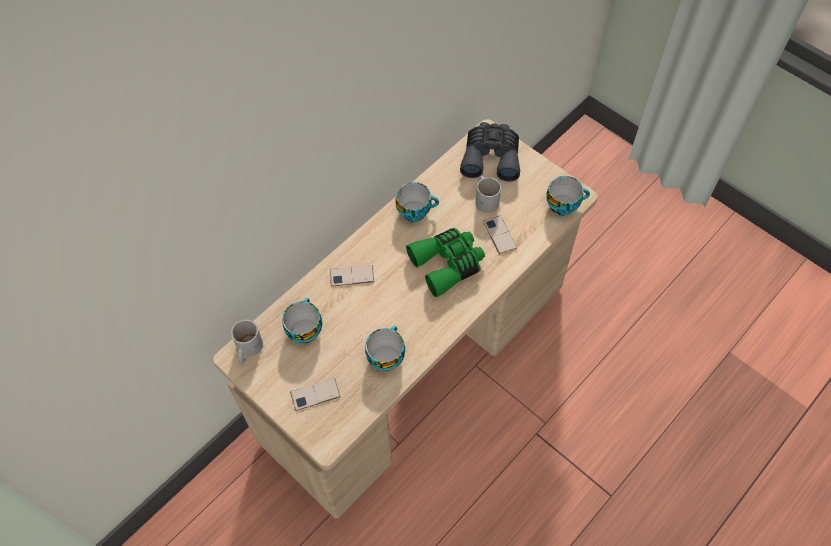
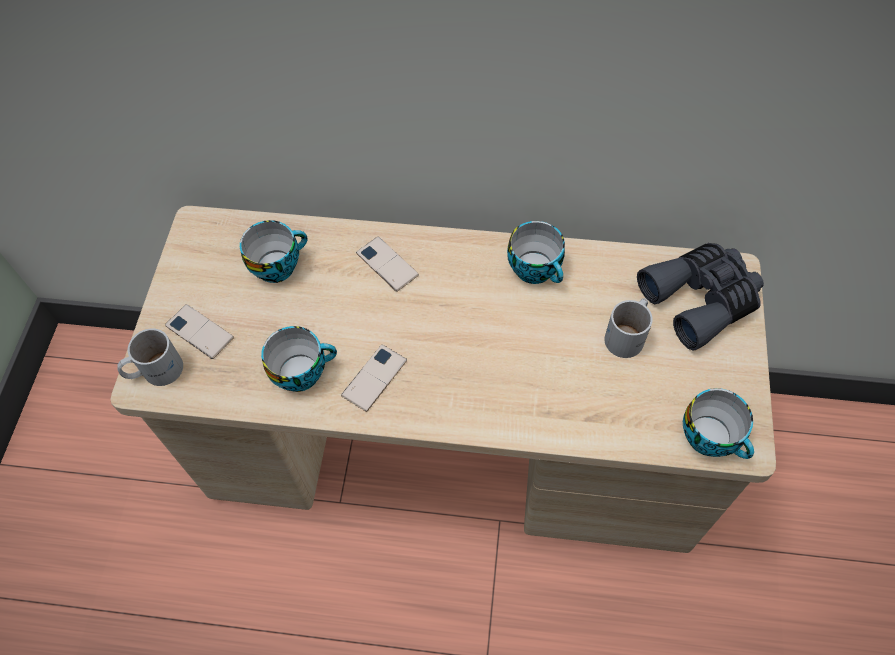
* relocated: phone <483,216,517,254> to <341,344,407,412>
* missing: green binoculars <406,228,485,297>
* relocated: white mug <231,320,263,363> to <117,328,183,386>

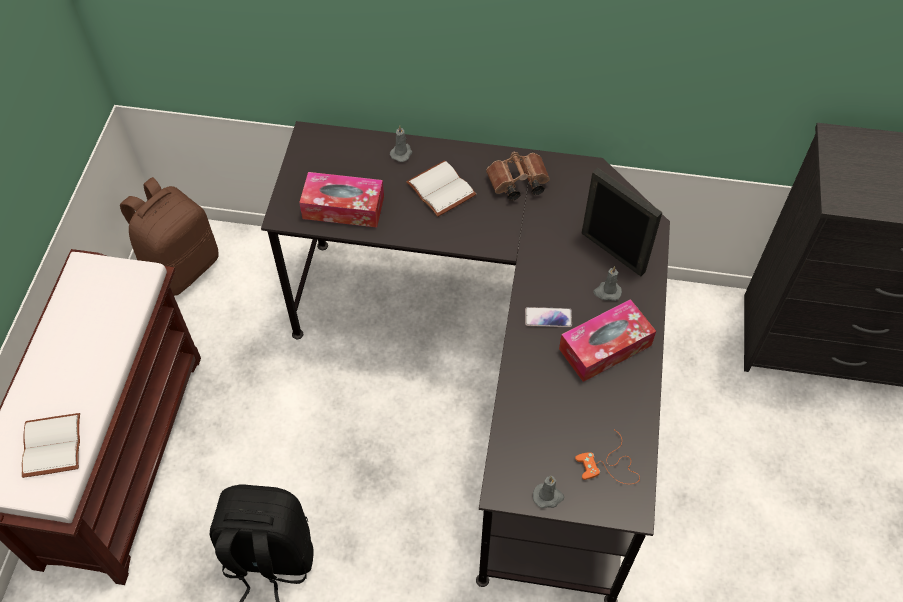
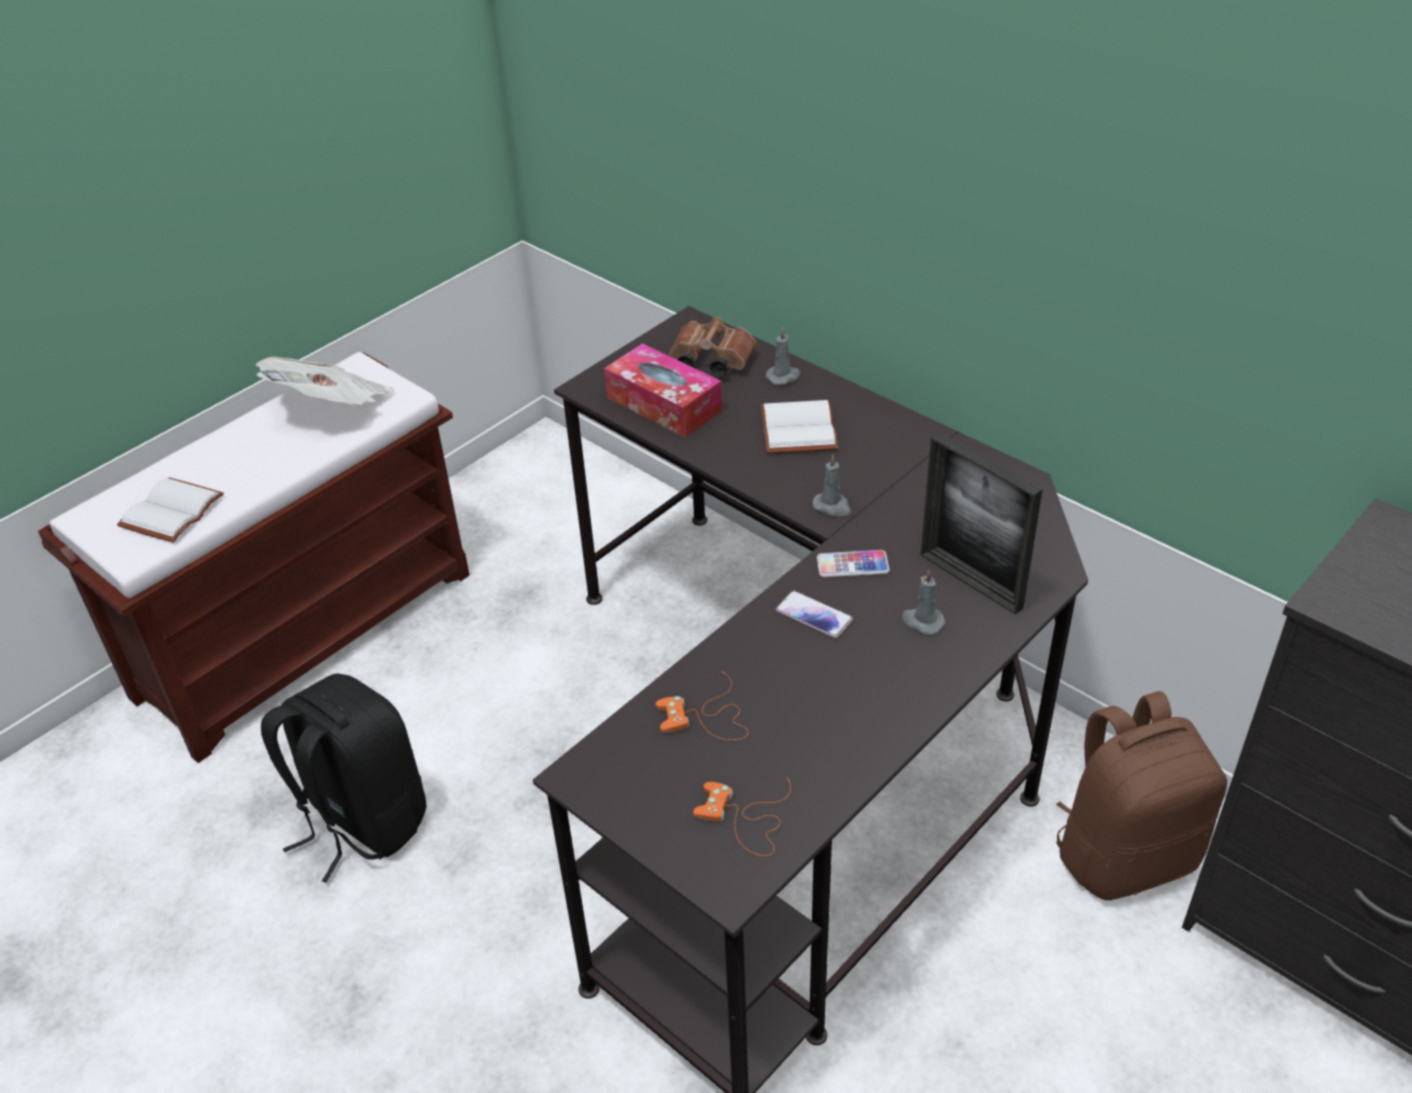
* relocated: brown binoculars <486,152,550,201> to <669,317,756,377>
* spun: picture frame <581,168,663,276> = <921,432,1043,615> 150 degrees clockwise
* relocated: brown backpack <120,177,219,296> to <1056,691,1227,900>
* missing: tissue box <559,299,656,382>
* relocated: grey candle <533,476,564,508> to <813,455,851,516>
* appeared: newspaper <256,357,394,406>
* appeared: phone <817,550,890,578>
* appeared: orange game controller <656,671,748,740>

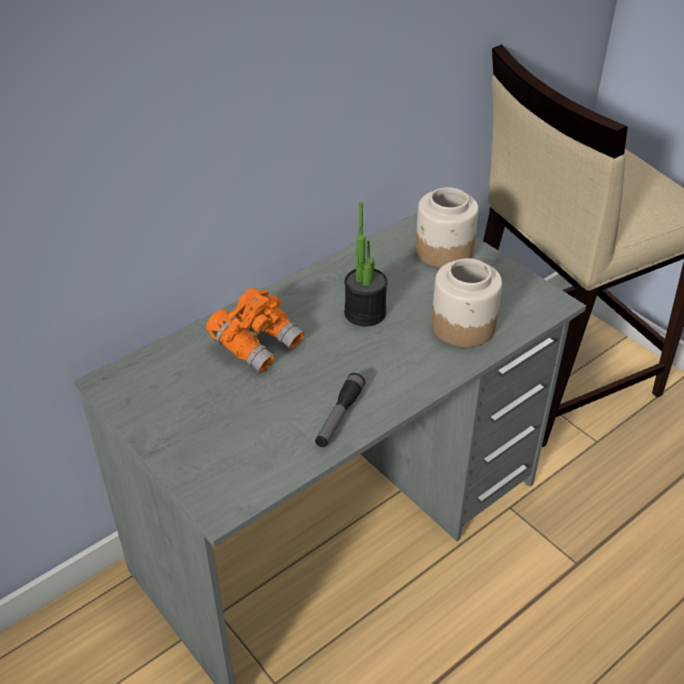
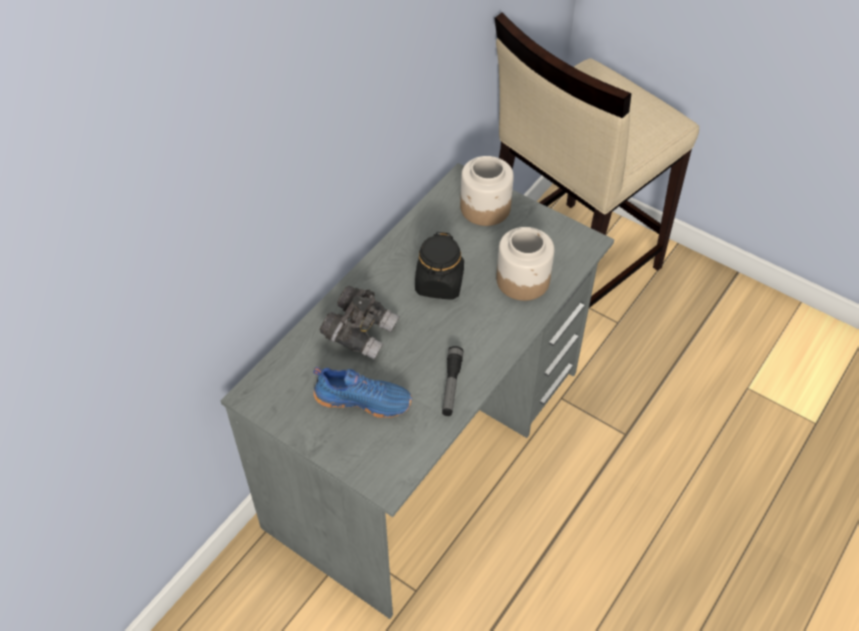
* exchanged: potted plant <344,202,388,326> to black jar <415,232,464,300>
* colour: orange binoculars <206,287,304,373> to grey binoculars <320,286,400,360>
* appeared: blue shoe <313,367,412,418>

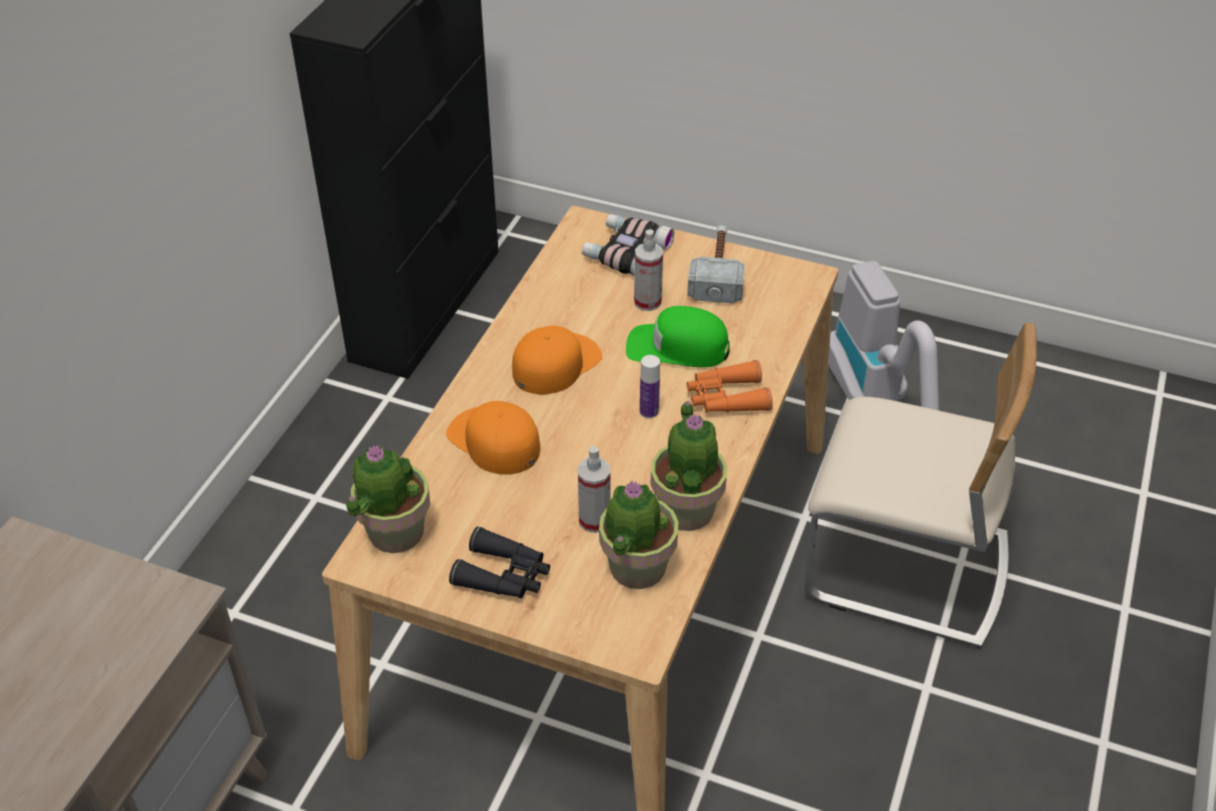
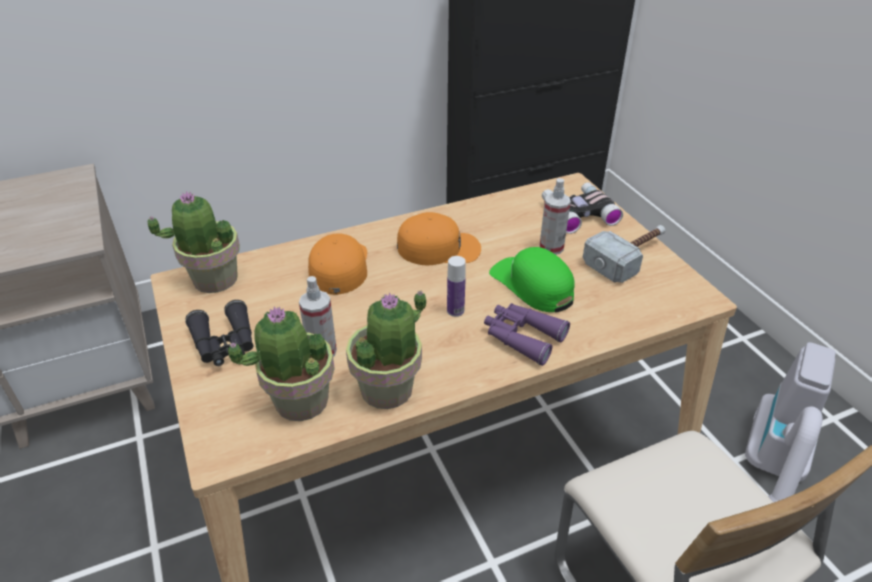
* colour: orange binoculars <687,360,773,412> to purple binoculars <484,303,570,366>

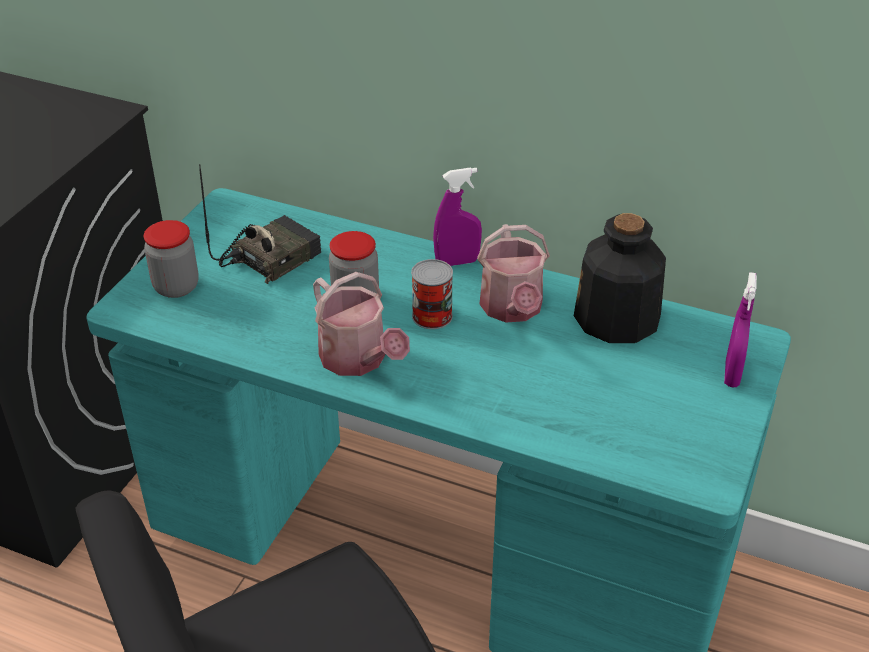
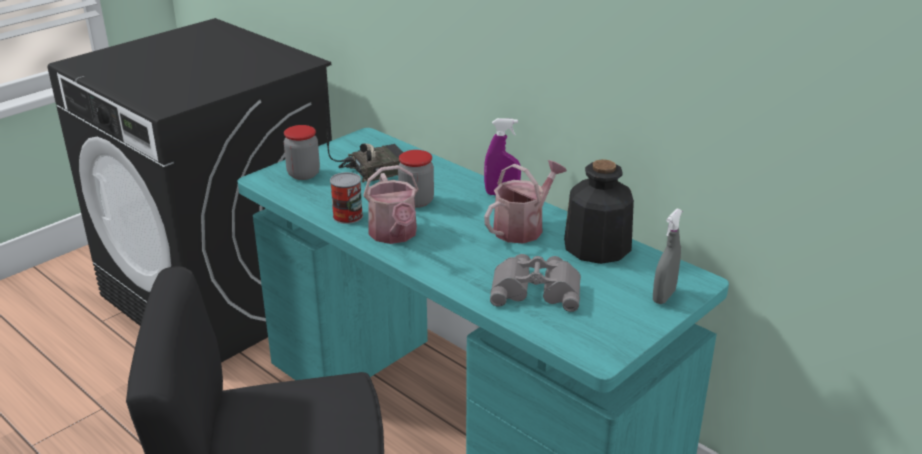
* spun: watering can <477,224,550,323> = <484,160,567,243> 150 degrees counterclockwise
* relocated: can <411,259,453,329> to <330,172,363,224>
* colour: purple spray bottle <724,272,757,387> to grey spray bottle <653,208,682,304>
* appeared: grey binoculars <490,254,581,312>

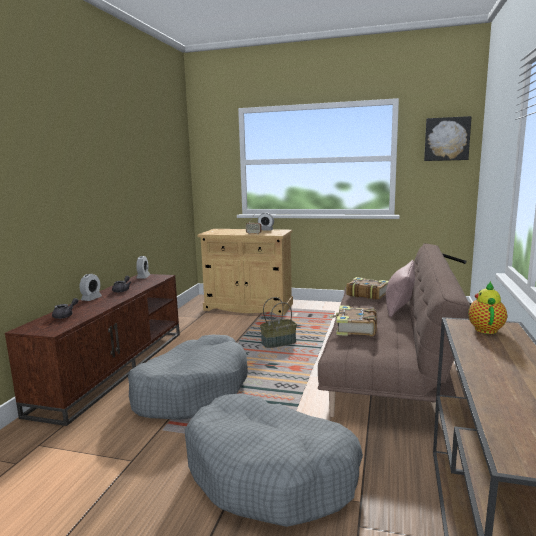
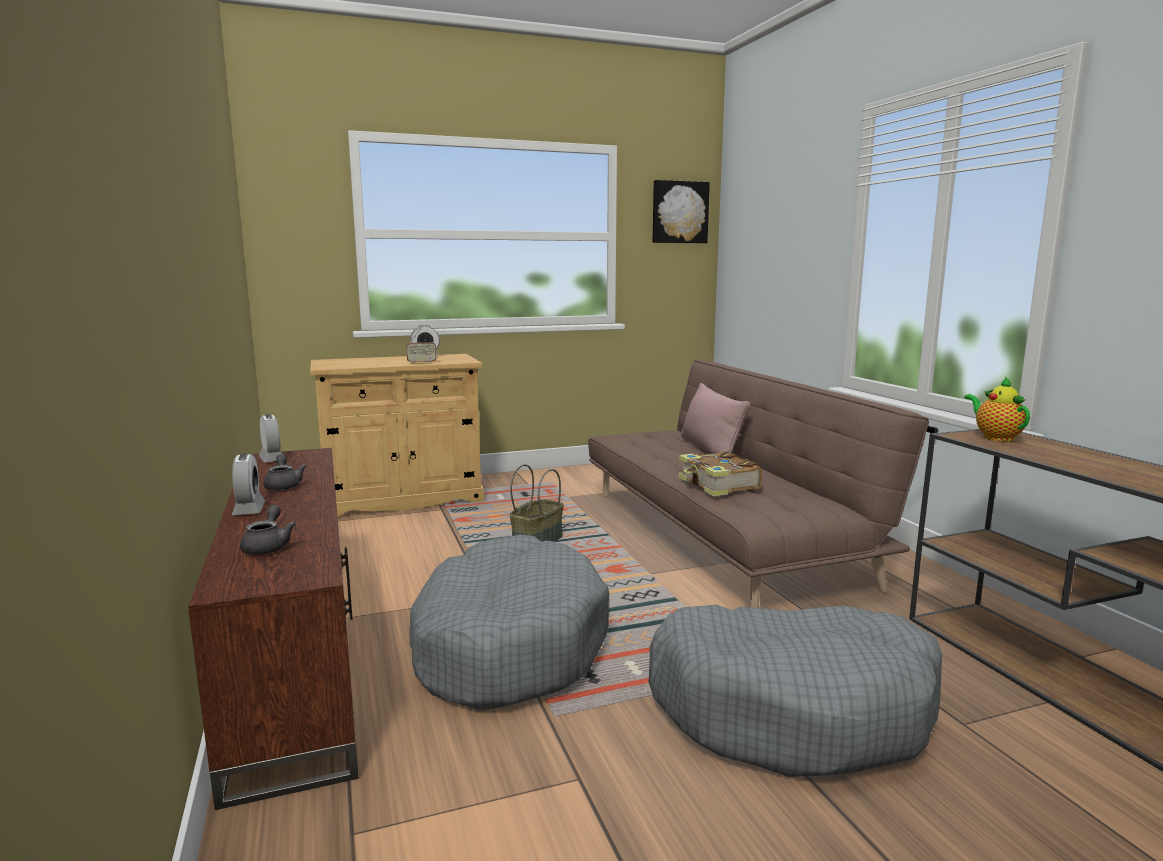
* missing: book <346,277,389,300>

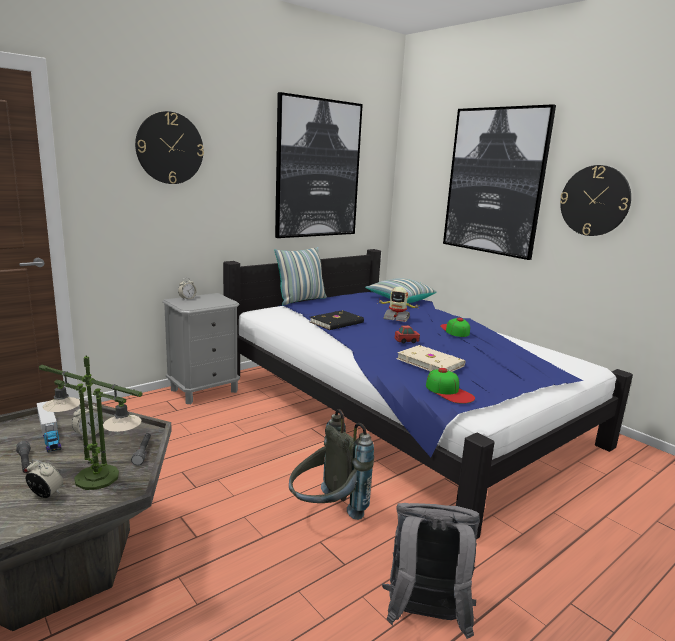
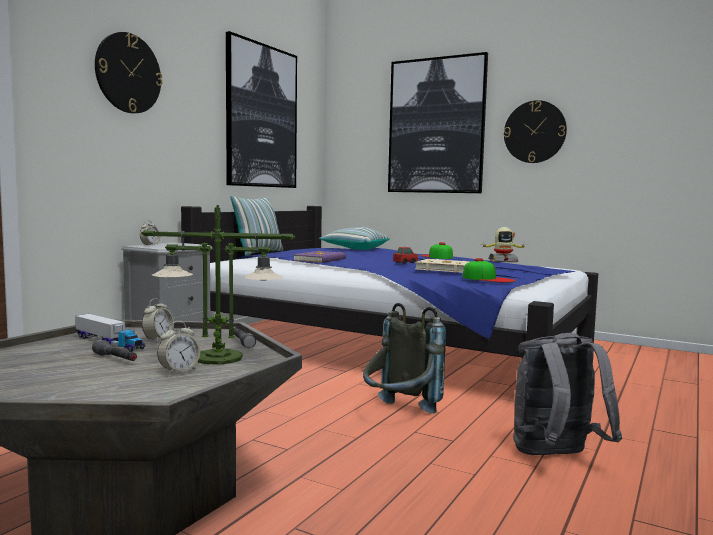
* relocated: toy robot <377,287,420,322> to <483,227,527,262>
* colour: black book <310,310,364,330> to purple book <293,251,346,263>
* spun: alarm clock <26,460,63,498> = <157,321,200,375> 135 degrees clockwise

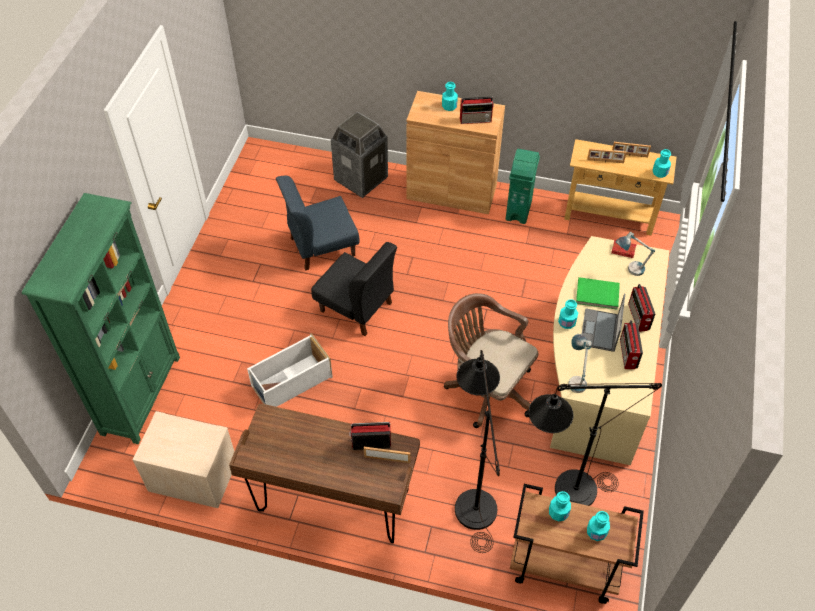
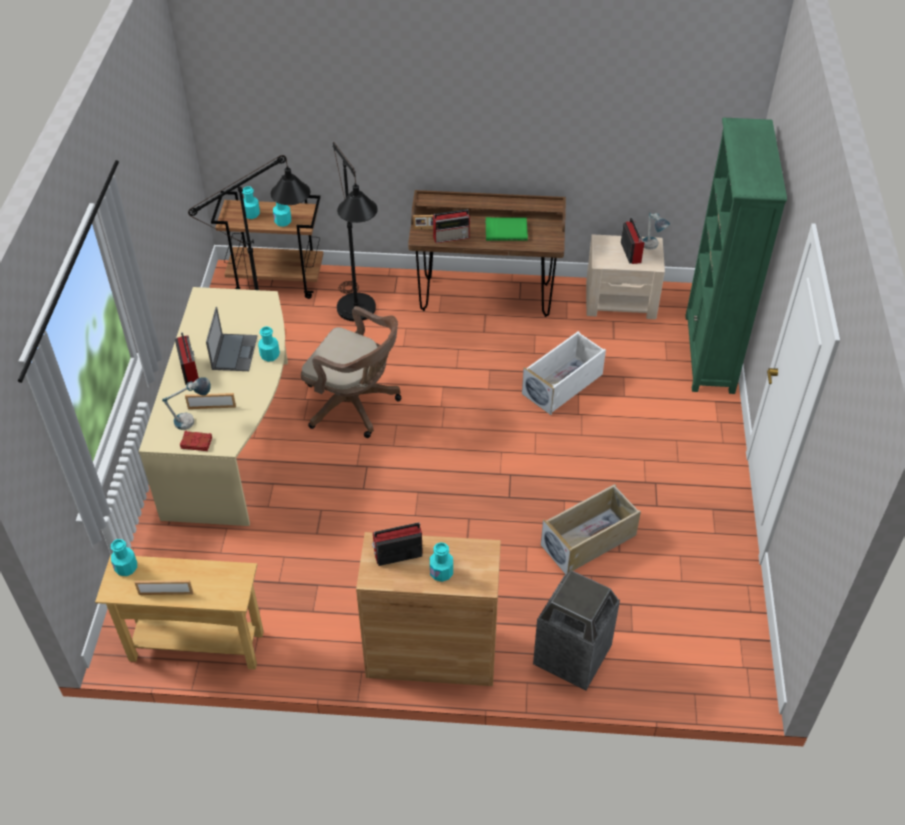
* relocated: picture frame <587,148,627,163> to <185,393,236,409>
* missing: green trash can <506,149,540,224>
* exchanged: blue chair <276,176,360,270> to beige storage box <541,484,641,575>
* missing: black chair <311,242,397,336>
* relocated: green book <576,277,620,310> to <486,217,528,241>
* relocated: radio <620,320,643,369> to <621,217,644,264>
* relocated: table lamp <568,334,592,393> to <643,213,670,250>

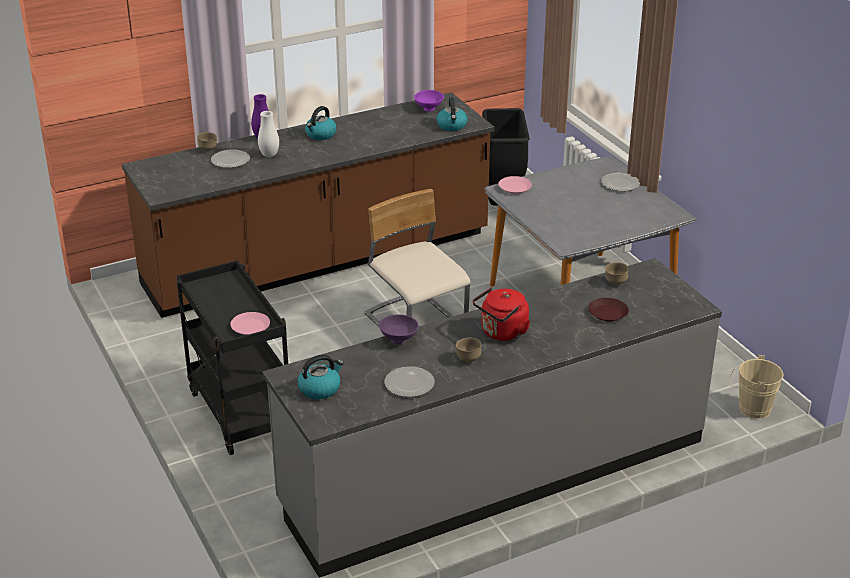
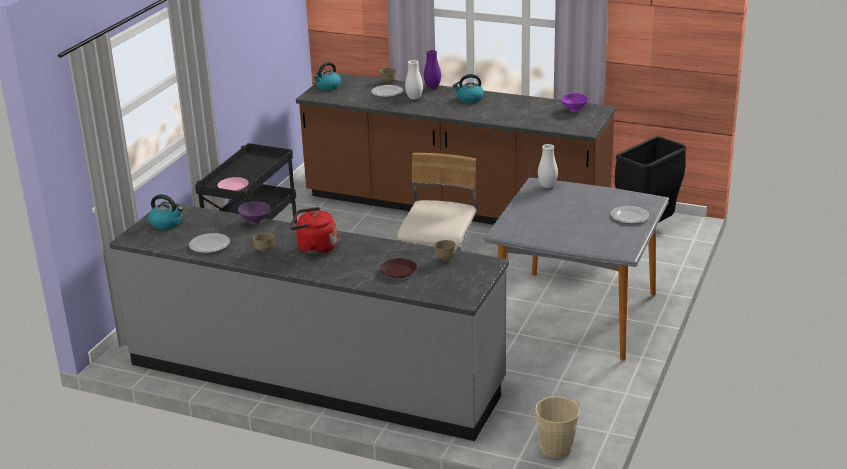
* relocated: kettle <436,97,468,131> to <314,62,341,90>
* exchanged: pink plate <499,176,532,194> to white vase <538,144,558,188>

